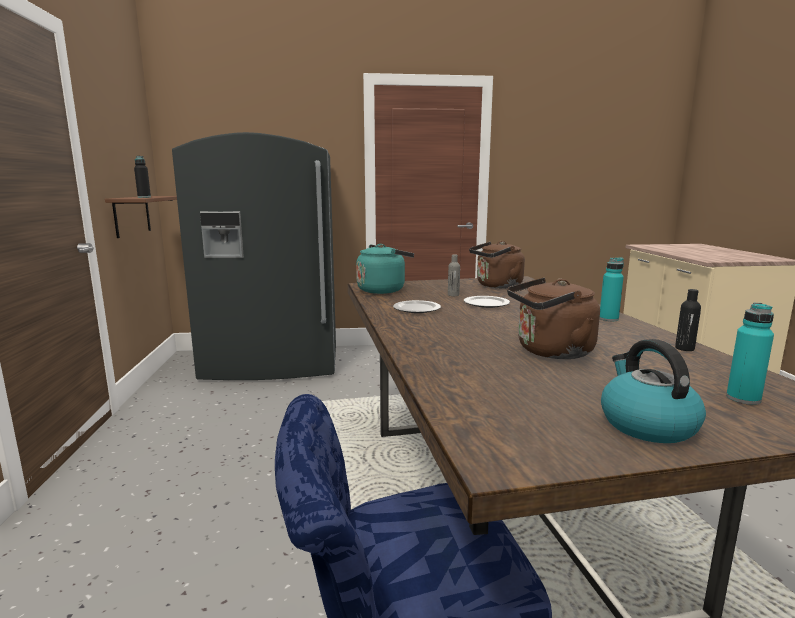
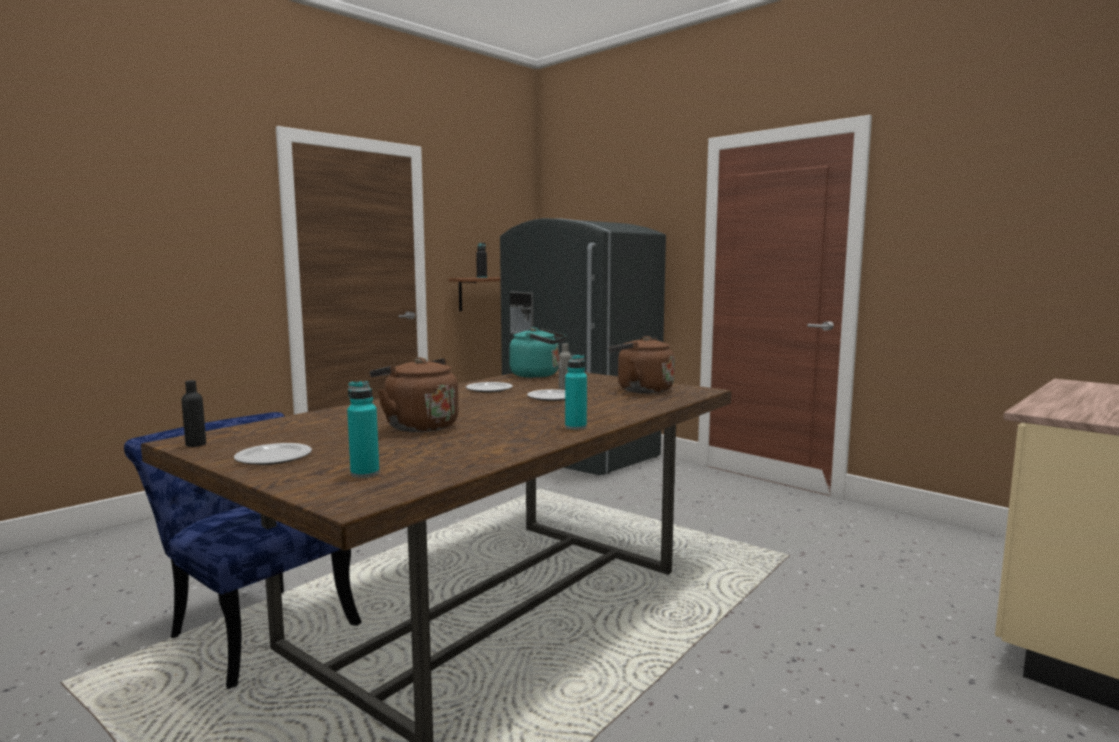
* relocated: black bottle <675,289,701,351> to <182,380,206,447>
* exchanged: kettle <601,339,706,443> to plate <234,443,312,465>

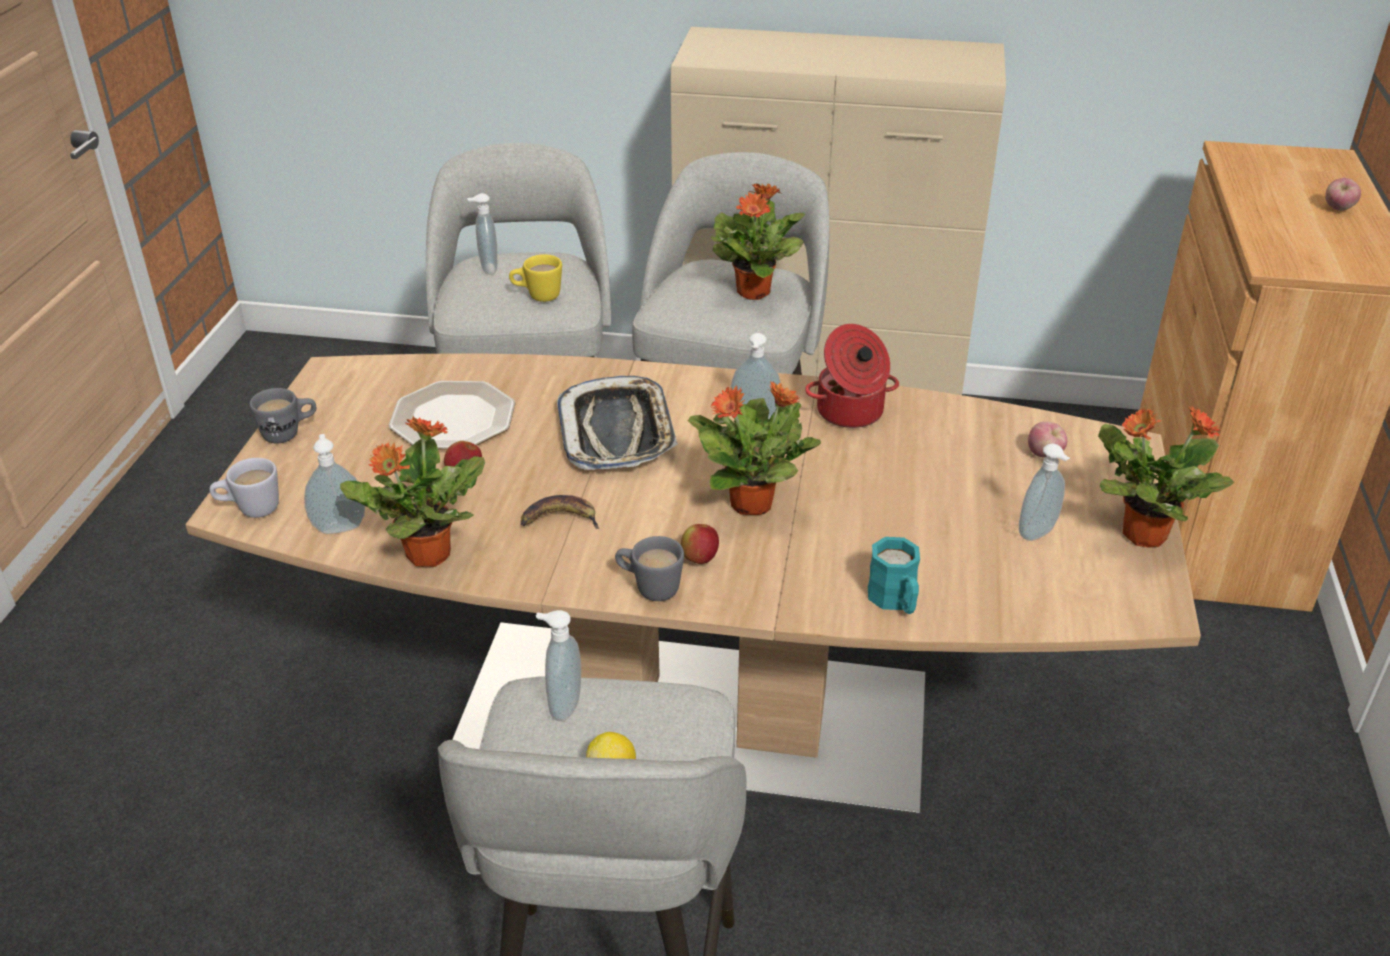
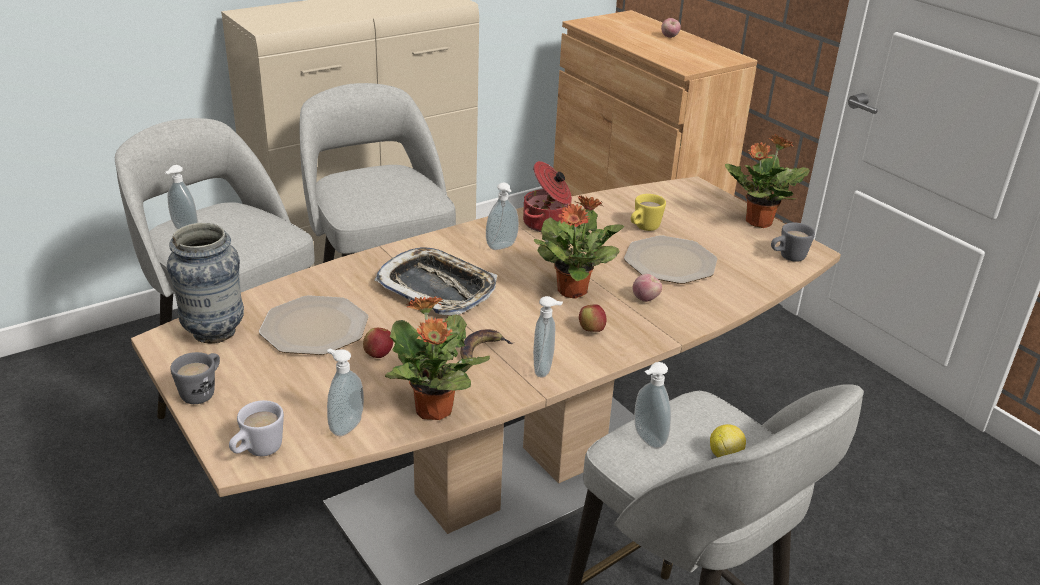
* missing: potted plant <711,184,805,300>
* relocated: yellow mug <509,254,562,302> to <631,194,666,231>
* relocated: apple <1028,422,1067,457> to <633,274,662,302>
* relocated: soap dispenser <1019,444,1070,541> to <533,296,563,377>
* relocated: grey mug <615,536,684,601> to <771,223,815,262>
* missing: turquoise mug <868,537,920,614>
* appeared: vase <167,223,244,343>
* appeared: plate <624,236,717,284>

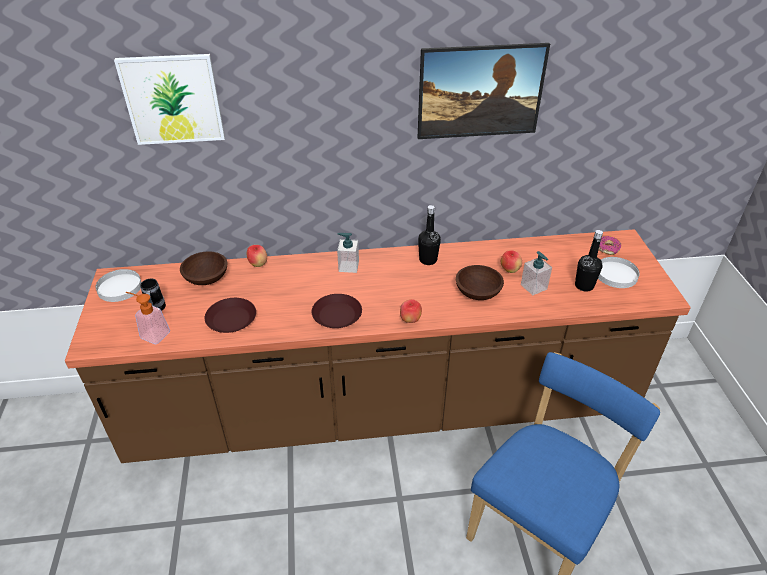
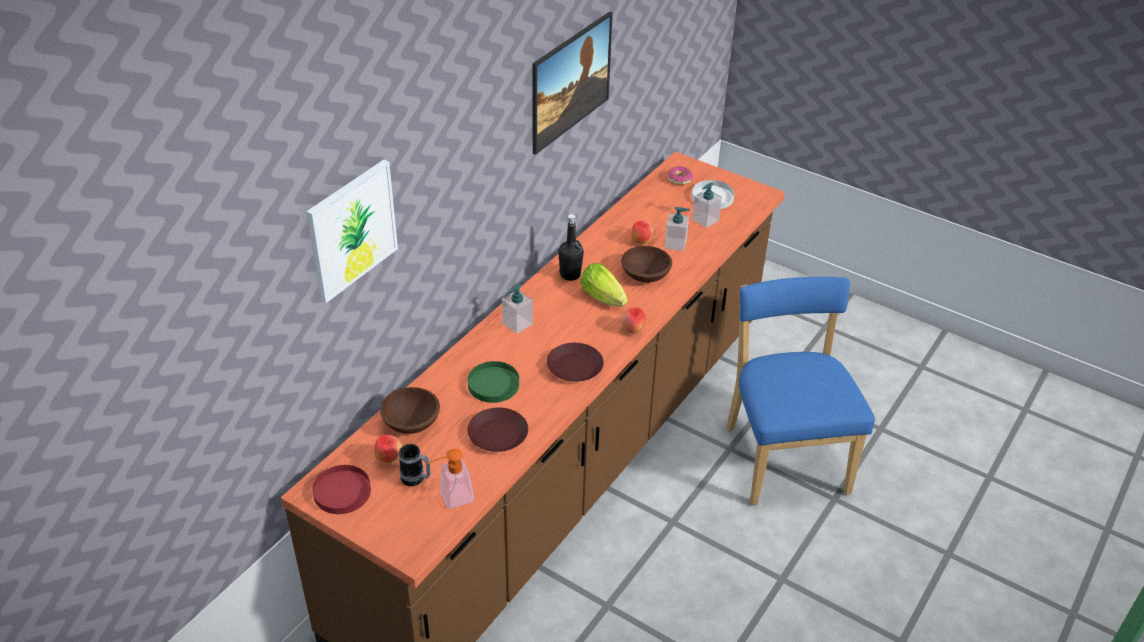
* exchanged: black bottle <575,230,603,292> to soap dispenser <692,182,722,228>
* relocated: apple <247,245,267,267> to <374,435,402,464>
* colour: white plate <95,269,142,302> to red plate <312,465,371,514>
* appeared: lettuce <580,263,628,306>
* appeared: green plate <468,361,519,403>

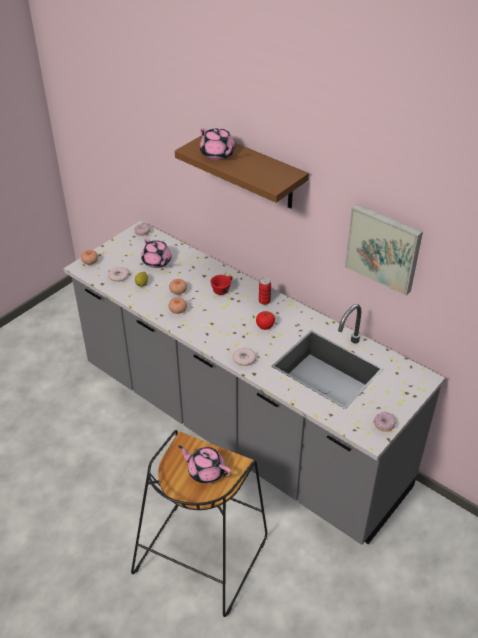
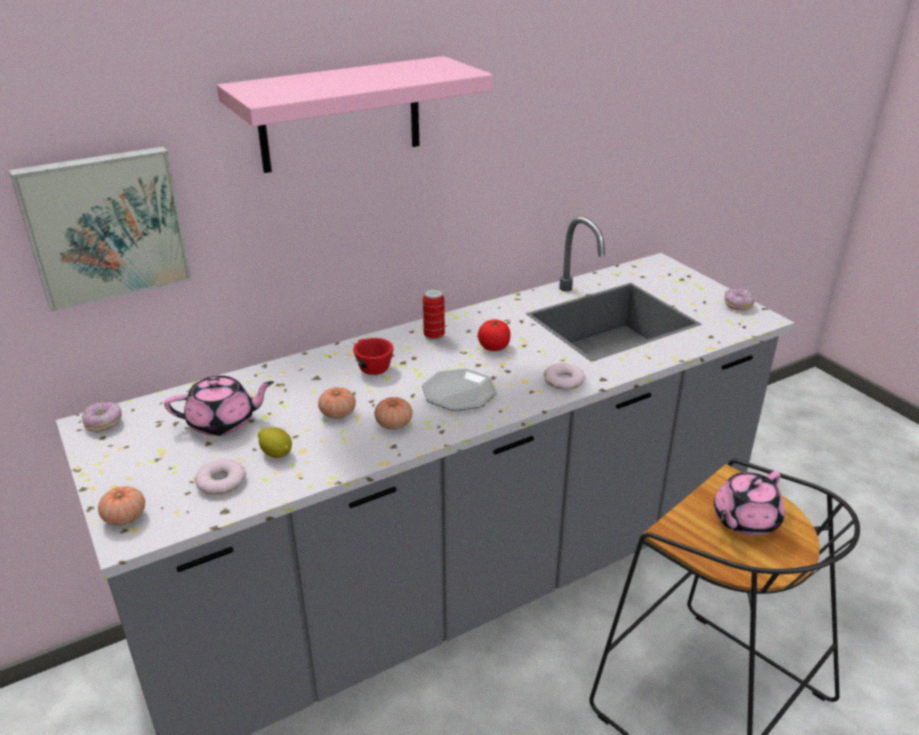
* missing: pink teapot <200,128,236,160>
* colour: brown shelf <175,135,309,209> to pink shelf <217,56,493,173>
* relocated: picture <345,204,423,296> to <9,146,192,312>
* appeared: plate <422,369,497,411>

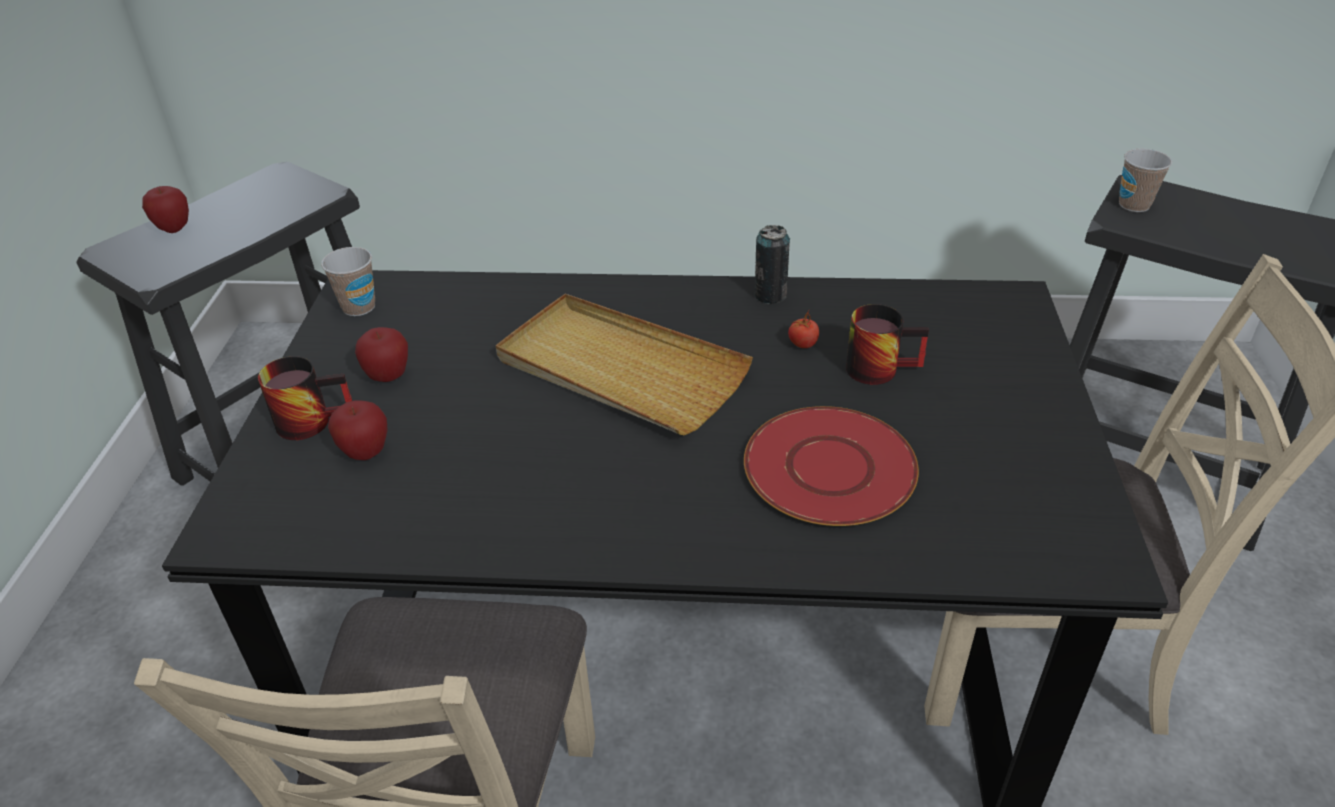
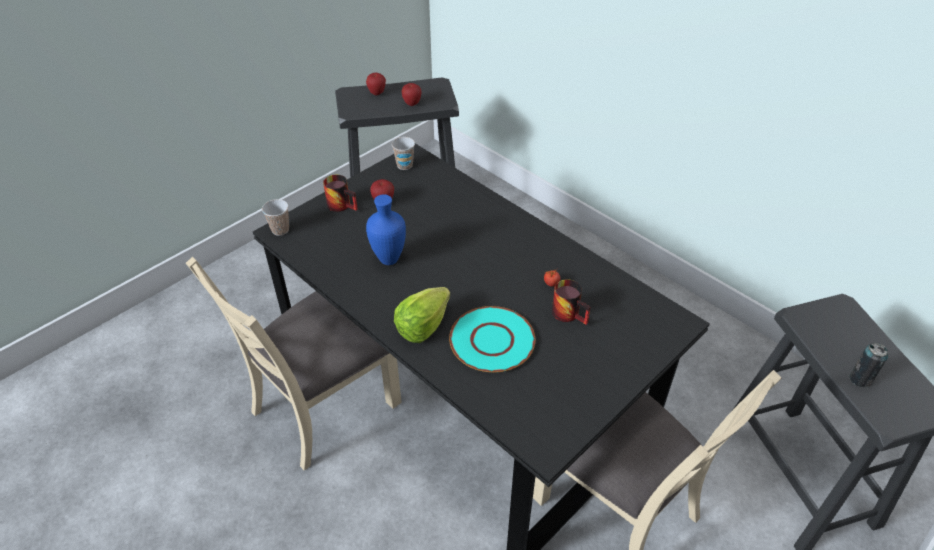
* relocated: cup <1119,149,1172,212> to <262,199,289,236>
* relocated: can <755,225,790,304> to <850,343,888,388>
* missing: beige tray <496,294,753,435>
* relocated: apple <328,401,388,460> to <402,83,421,106>
* colour: red plate <744,406,919,526> to turquoise plate <449,306,535,372>
* appeared: blue vase <366,194,406,265>
* appeared: lettuce <394,287,450,343>

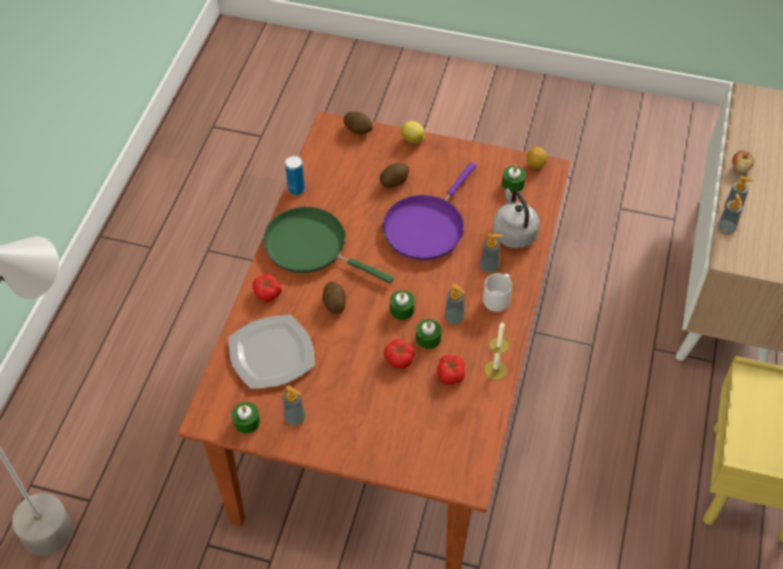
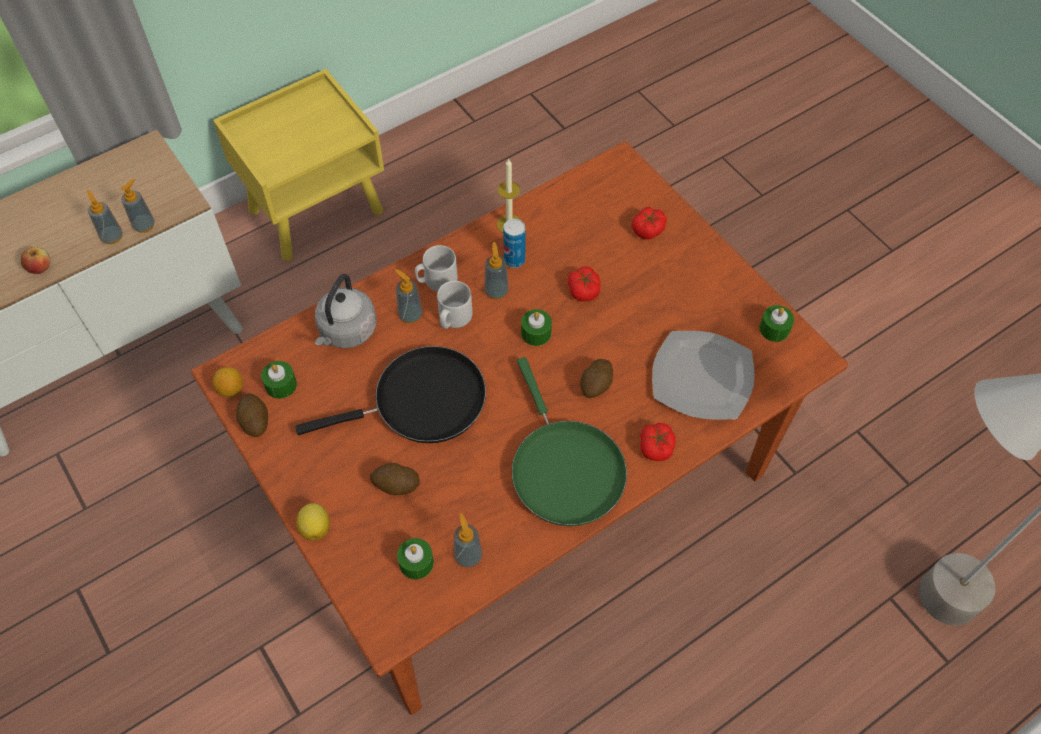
* relocated: potato <343,112,373,135> to <236,393,268,437>
* relocated: can <285,156,305,195> to <503,219,526,268>
* colour: purple frying pan <383,162,476,260> to black frying pan <295,346,486,443>
* relocated: green candle <416,319,441,349> to <397,538,434,580>
* relocated: tomato <437,355,465,385> to <632,207,667,239>
* relocated: soap dispenser <283,385,305,426> to <454,514,482,568>
* appeared: grey mug <437,281,473,329>

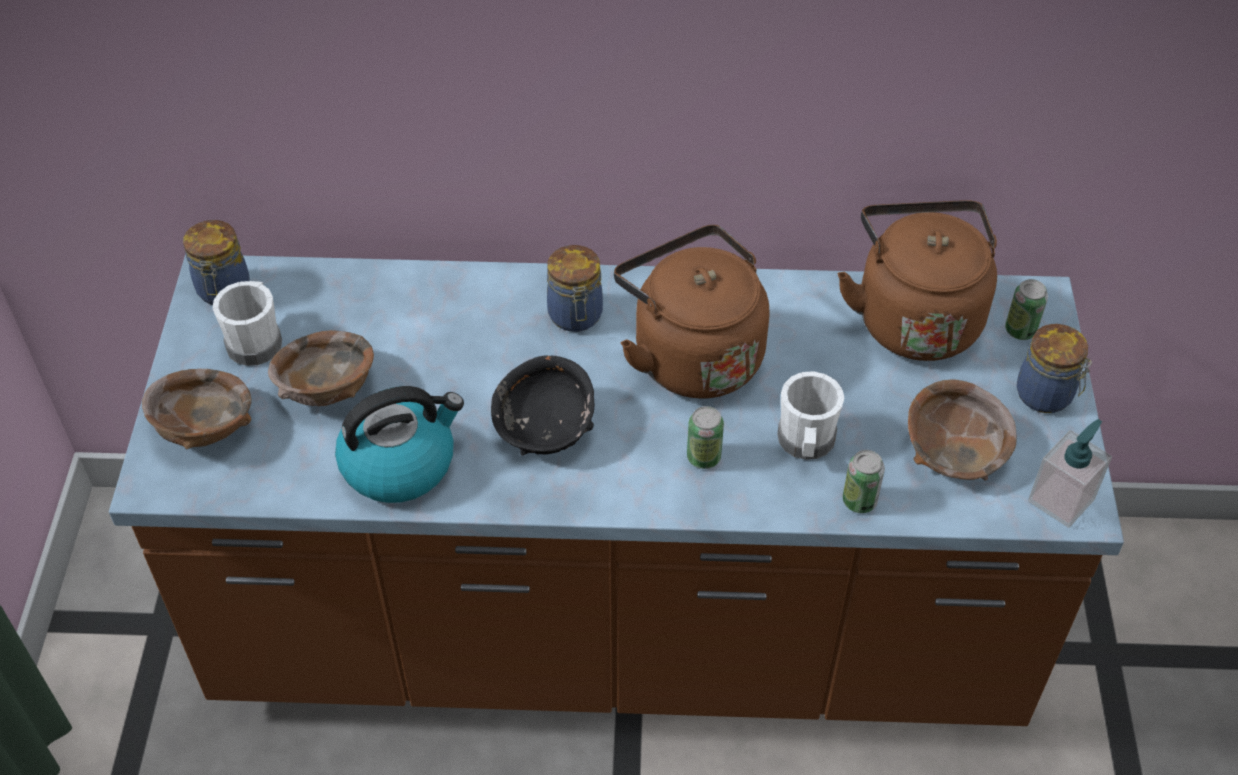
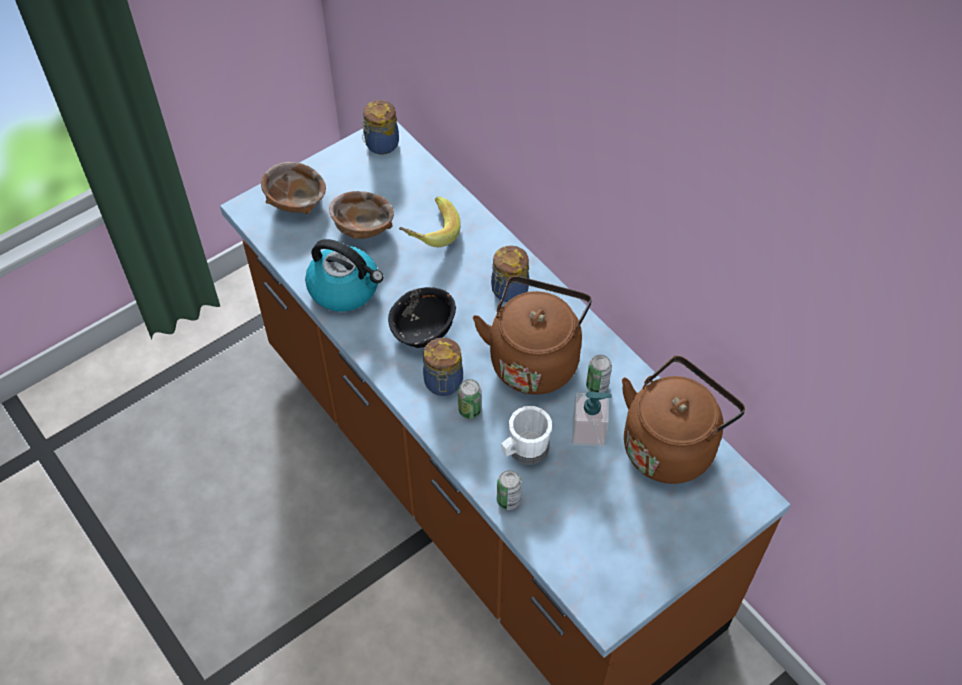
* relocated: can <1005,279,1048,340> to <586,355,612,393>
* missing: white mug <213,281,282,366>
* relocated: jar <1017,324,1092,413> to <423,338,463,396>
* missing: brown bowl <908,379,1017,481>
* relocated: soap dispenser <1028,419,1112,528> to <572,392,612,447>
* appeared: banana <399,197,461,247>

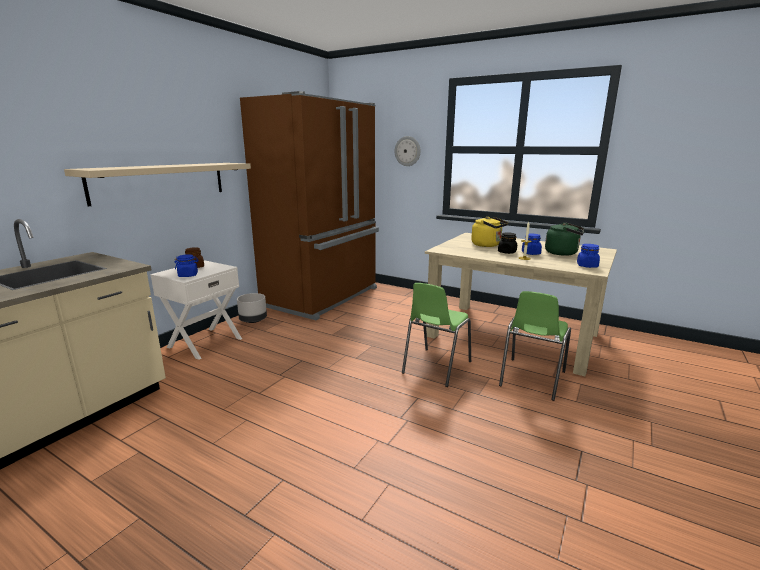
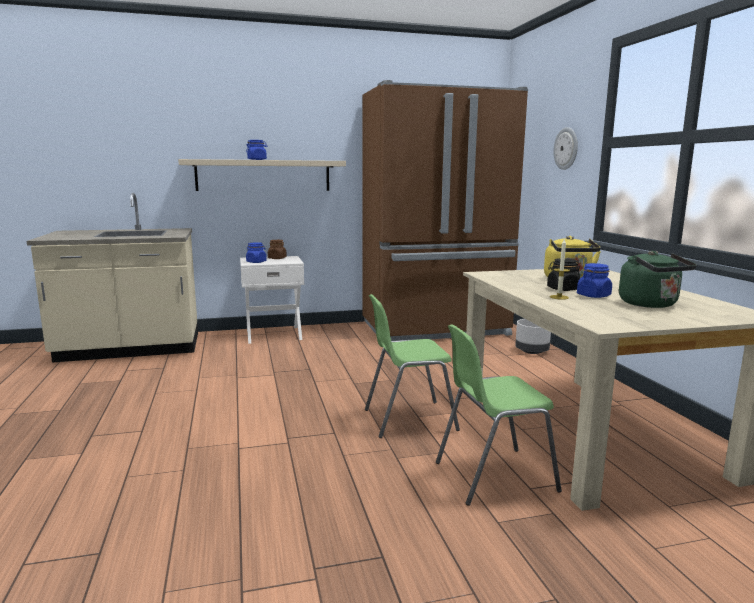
* relocated: blue jar <577,244,600,268> to <246,140,267,160>
* relocated: grey planter <237,293,267,323> to <515,319,551,354>

